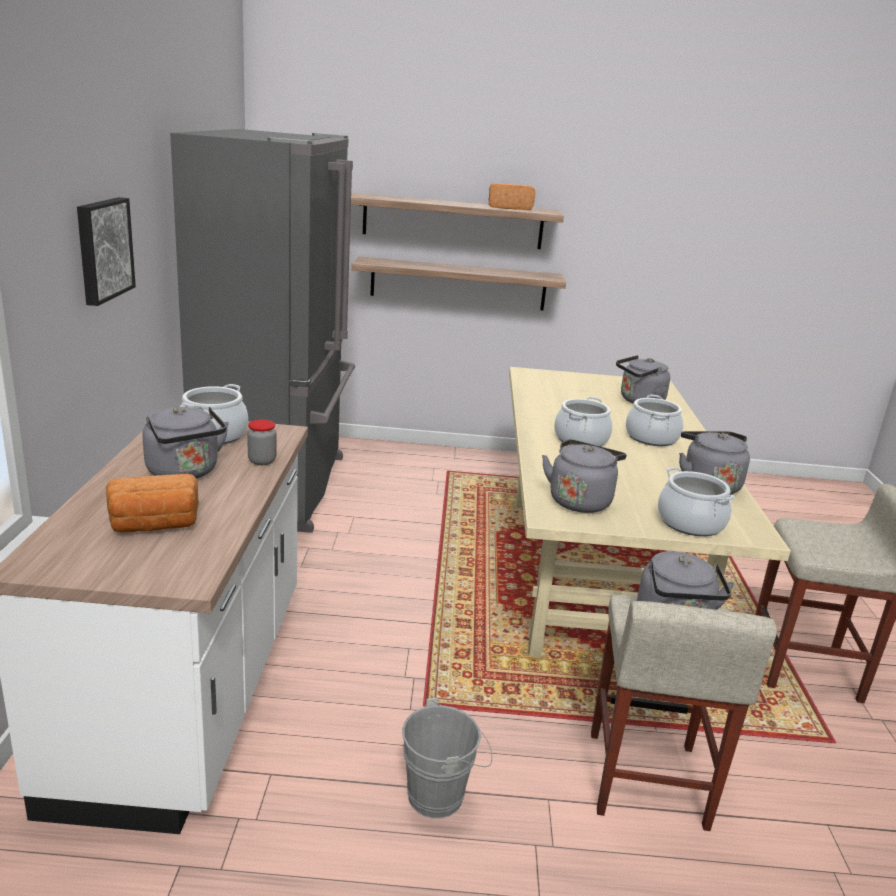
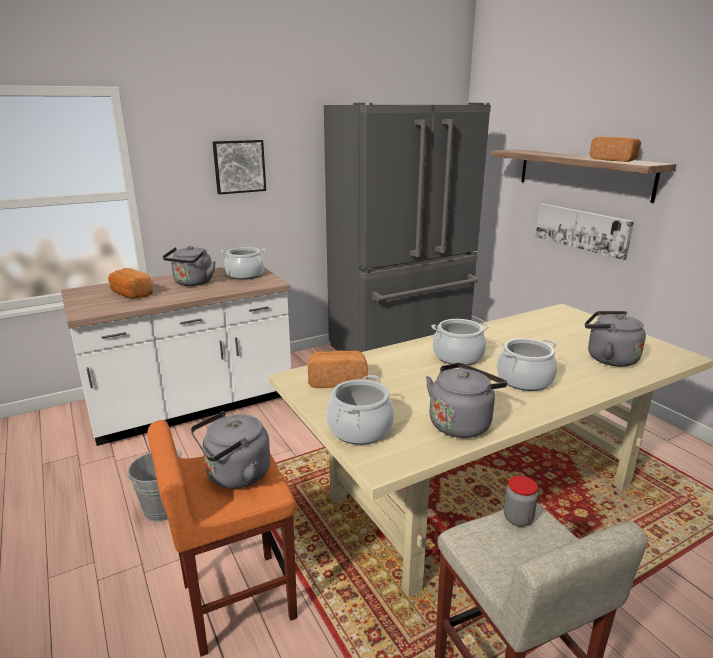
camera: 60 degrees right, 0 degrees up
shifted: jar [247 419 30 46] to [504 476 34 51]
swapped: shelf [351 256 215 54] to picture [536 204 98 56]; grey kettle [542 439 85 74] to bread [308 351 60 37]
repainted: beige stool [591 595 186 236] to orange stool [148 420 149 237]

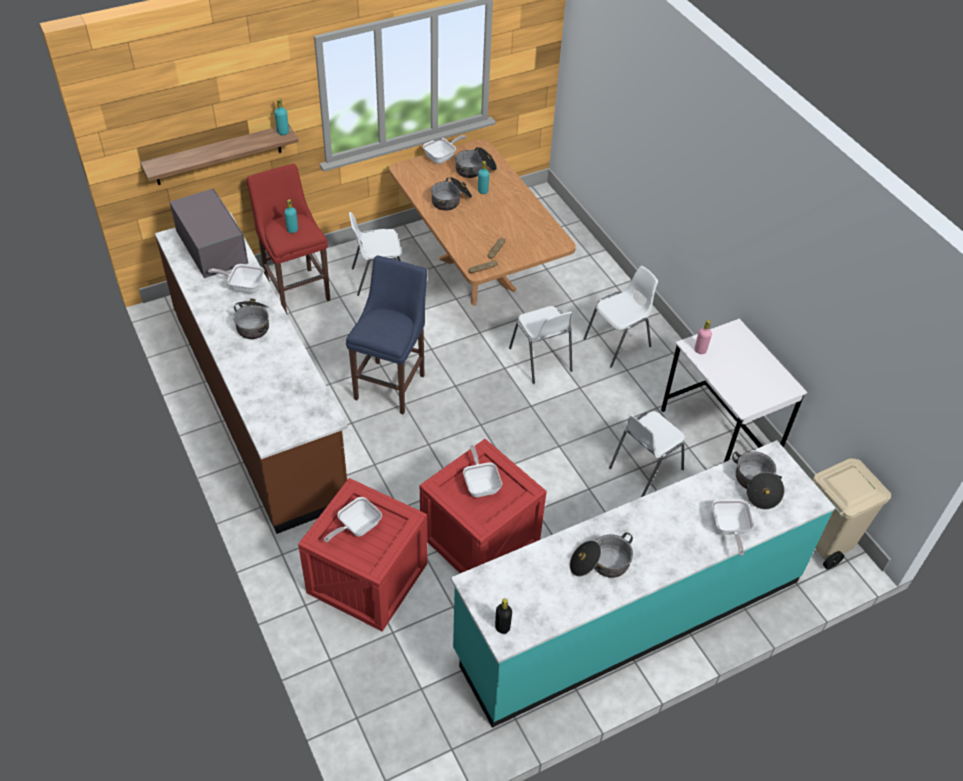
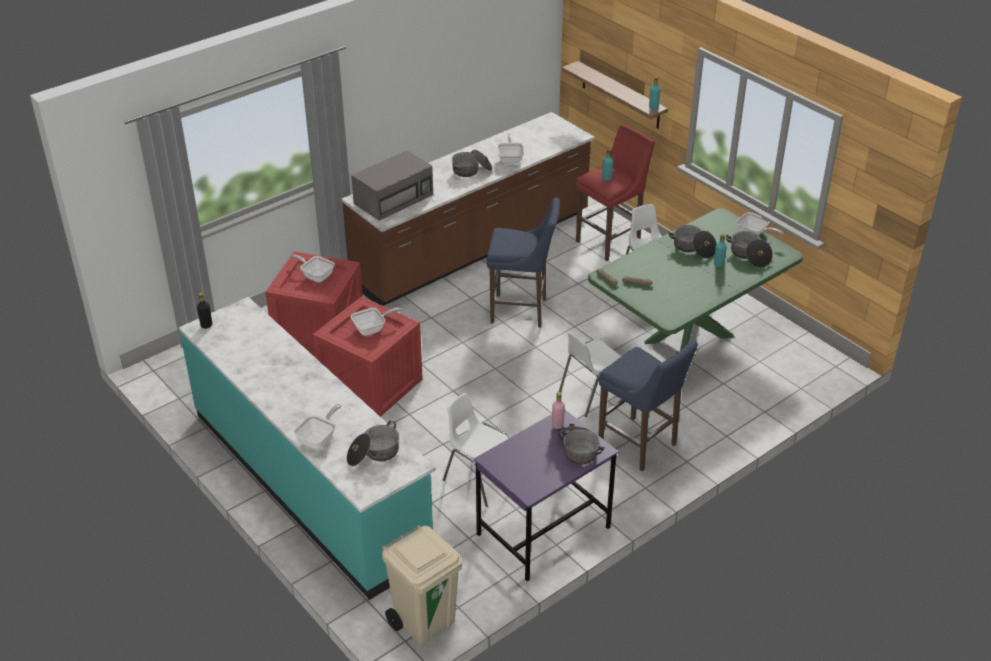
camera: 80 degrees right, 10 degrees down
shifted: grey microwave [170 189 78 89] to [351 151 82 70]; cooking pot [570 533 63 45] to [555 424 50 41]
swapped: white chair [584 266 74 102] to blue stool [598 340 100 131]
repainted: brown dining table [389 139 187 167] to green dining table [588 208 215 143]; white desk [661 319 147 143] to purple desk [474 410 145 171]
rotated: frying pan [712 499 42 57] = [293 404 48 45] 135 degrees clockwise

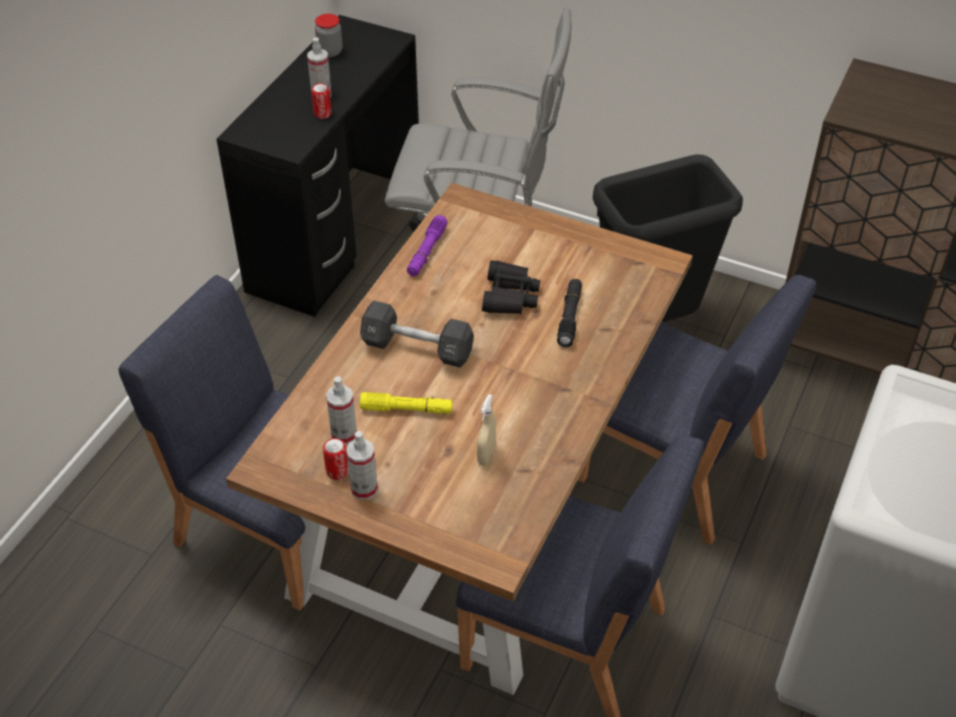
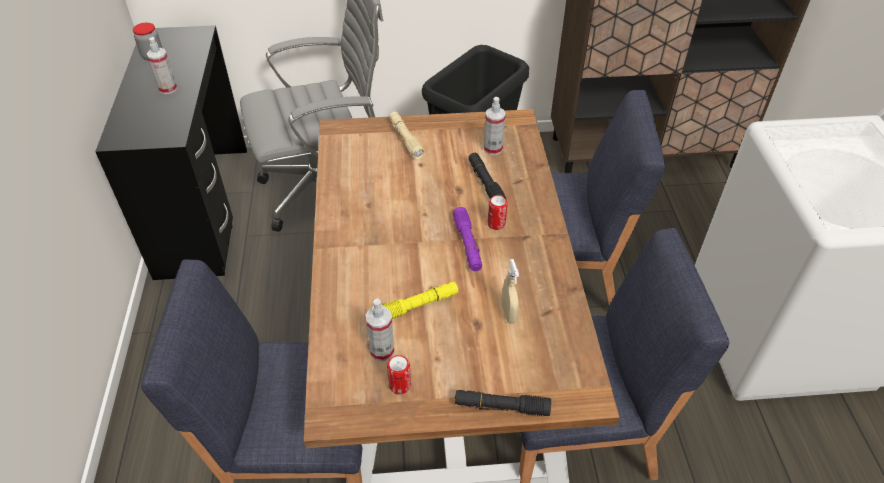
camera: 30 degrees left, 0 degrees up
gone: black dumbbell [360 301 114 67]; black binoculars [482 260 58 54]
new: beige flashlight [389 112 35 47]; black flashlight [455 390 96 26]
shifted: can [311 83 20 36] to [488 195 19 35]; spray bottle [346 431 32 69] to [484 97 22 58]; purple flashlight [407 215 41 61] to [453 207 29 64]

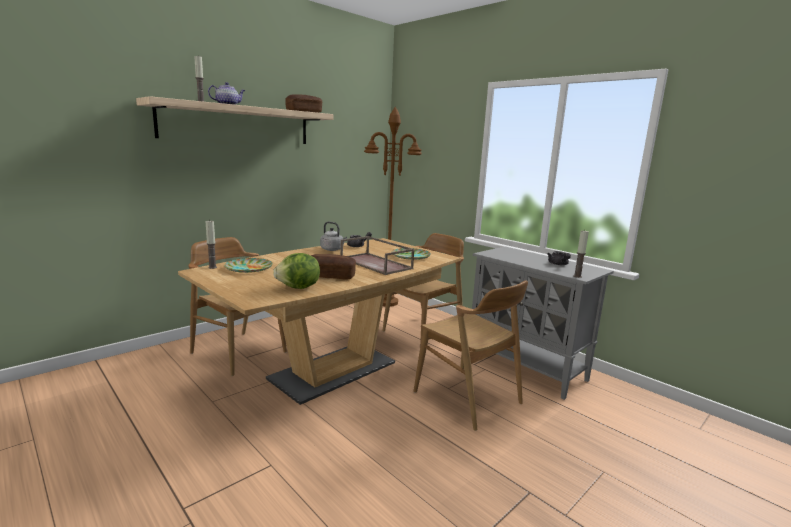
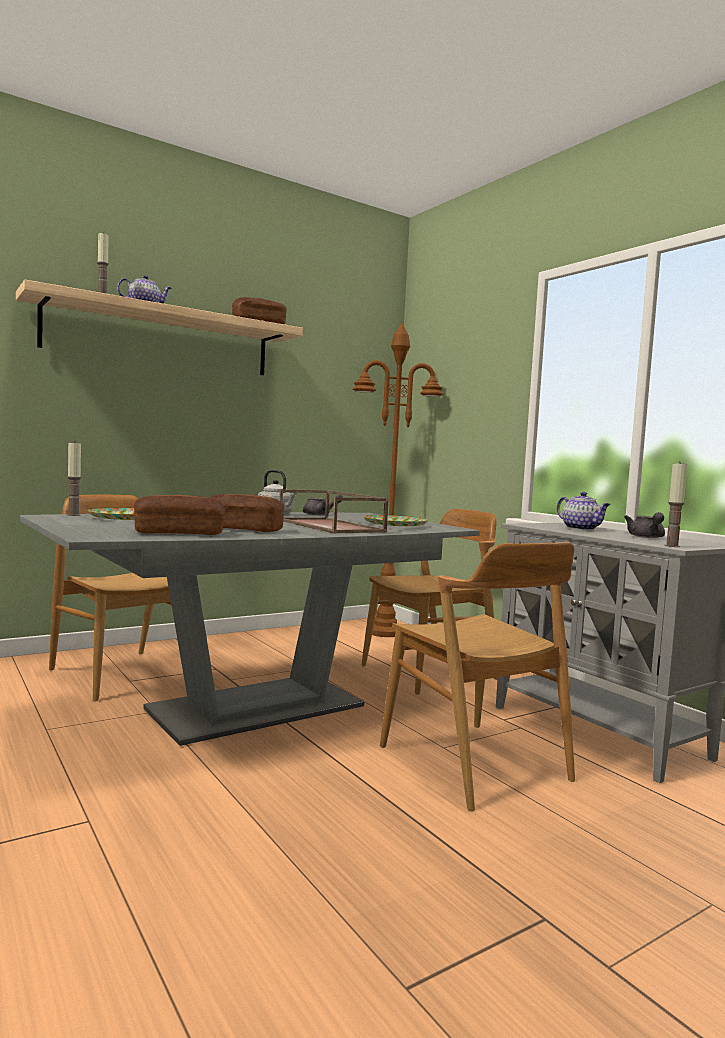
camera: 10 degrees right, 10 degrees down
new: teapot [557 492 54 38]
swapped: lettuce [273 253 47 36] to bread [134 495 92 40]
repainted: brown dining table [178 238 283 167] to grey dining table [20 512 460 234]

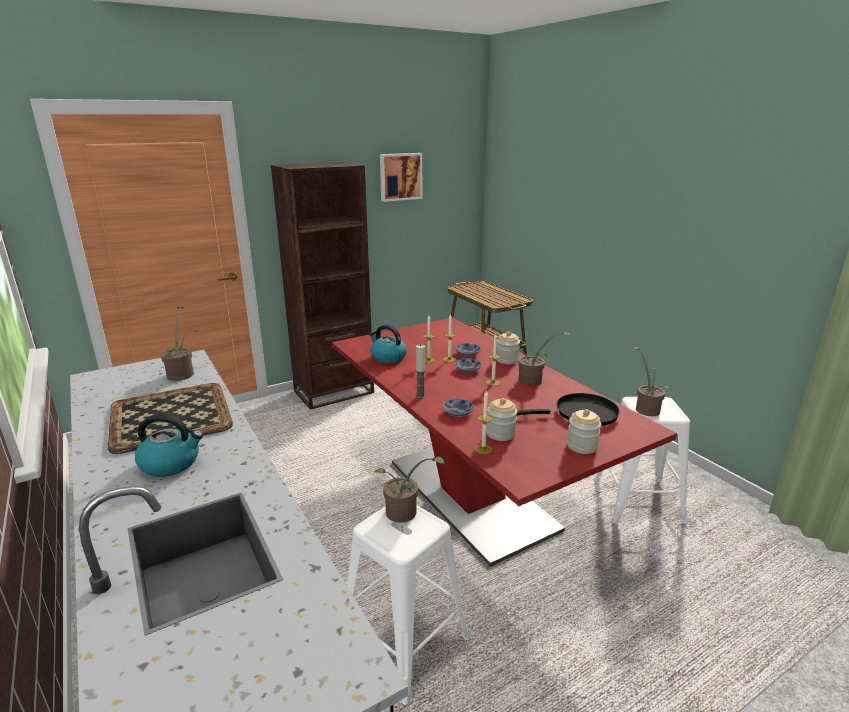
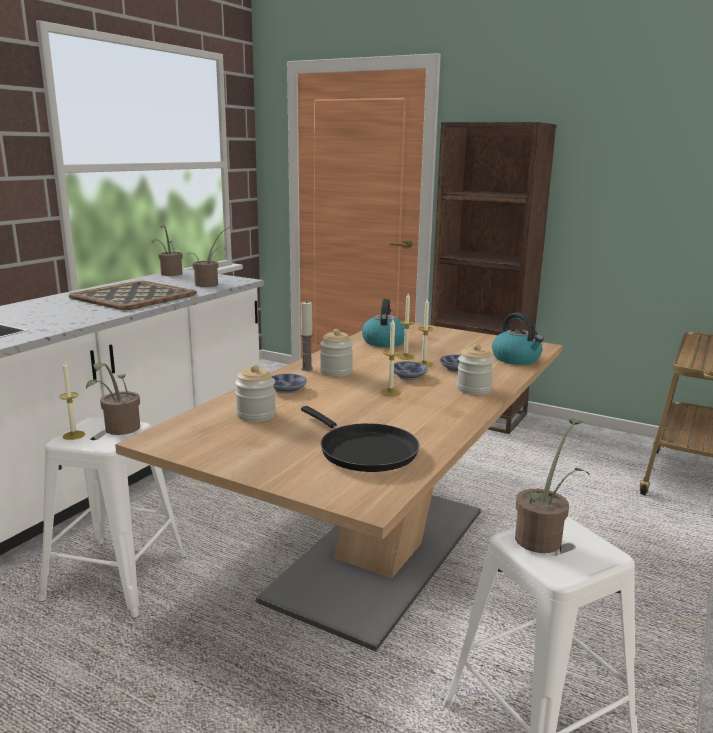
camera: 60 degrees right, 5 degrees down
gone: picture [380 153 42 49]
shifted: kettle [135 414 68 63] to [492 312 52 53]; candle [475 391 18 63] to [59 362 26 78]; potted plant [512 332 60 54] to [152 225 31 51]; jar [567 409 34 45] to [320 329 33 48]
repainted: red dining table [332 318 345 249] to beige dining table [115 323 447 329]

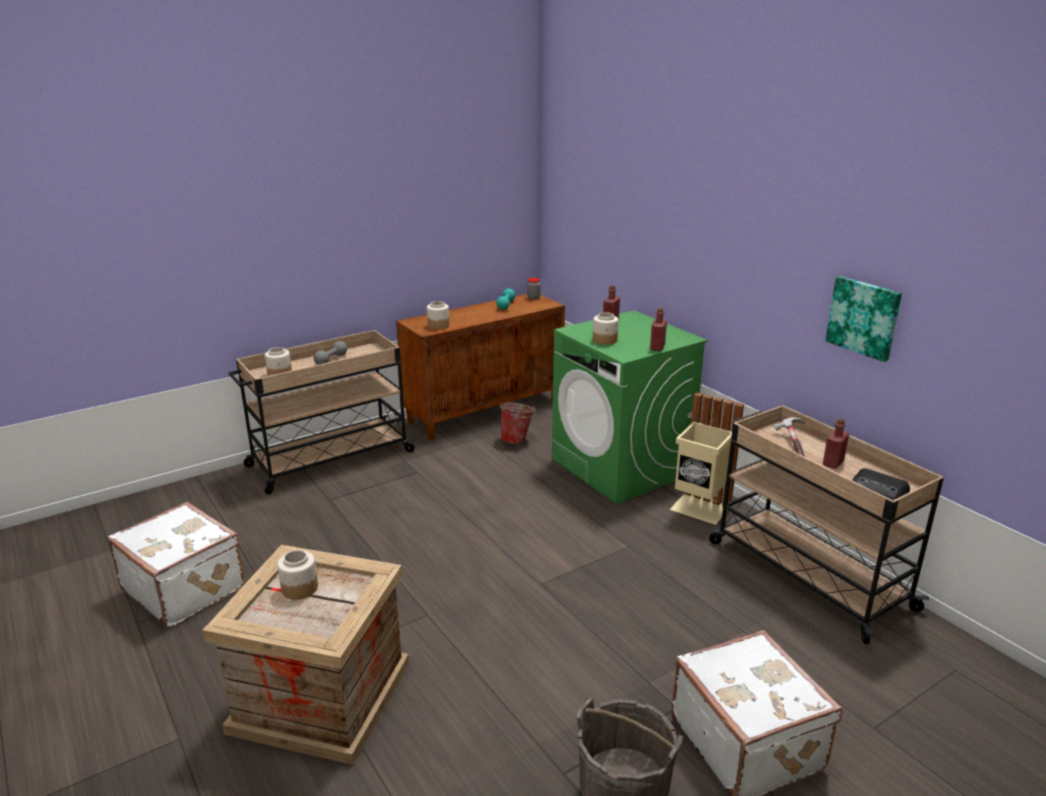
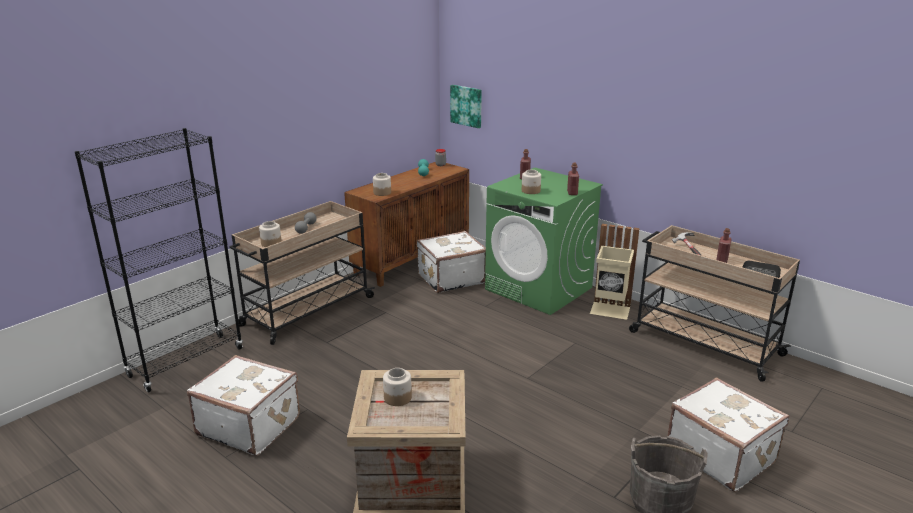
camera: 15 degrees left, 0 degrees up
new: black bookcase [75 128 168 264]
shifted: picture [825 276 77 86] to [450 85 32 43]
swapped: bucket [500 403 36 41] to white suitcase [417 231 69 62]

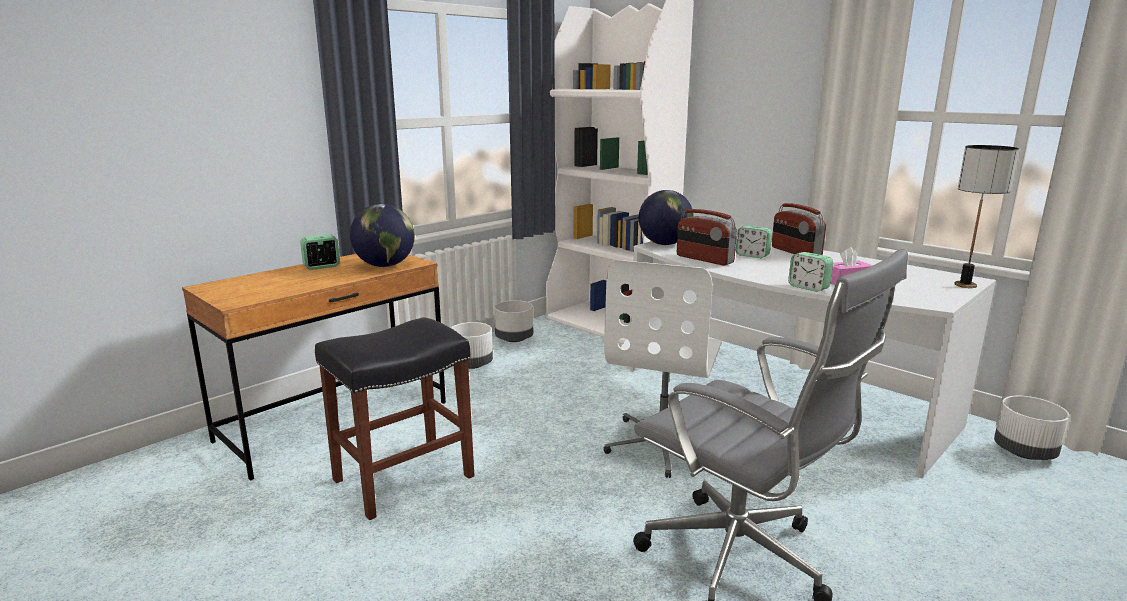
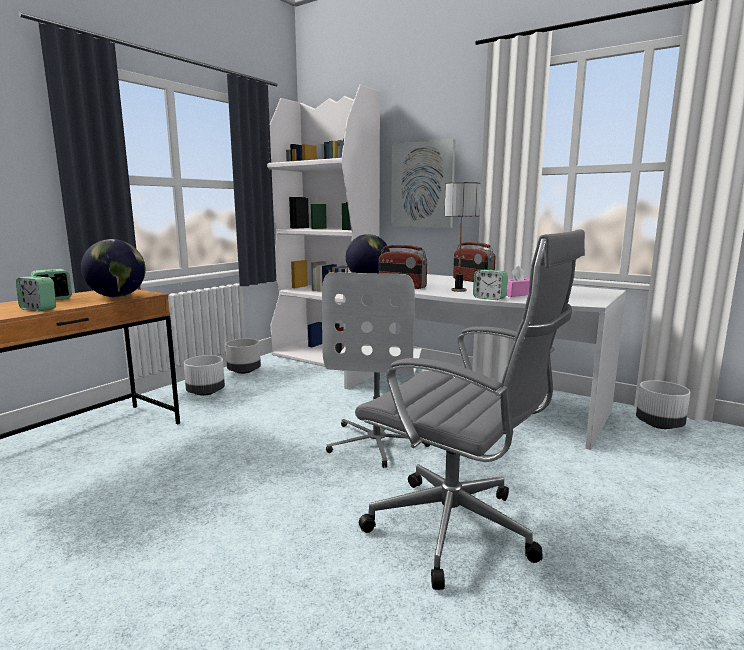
camera: 10 degrees left, 5 degrees down
gone: black stool [315 317 160 203]
new: picture [391 139 65 89]
shifted: alarm clock [736 226 36 32] to [16 276 40 35]; table lamp [954 145 65 143] to [444 182 37 110]

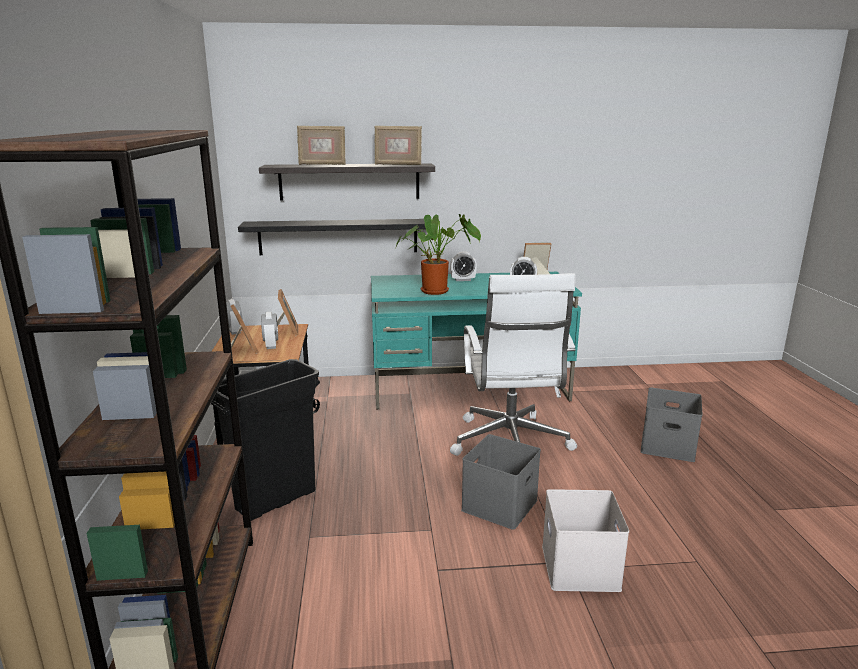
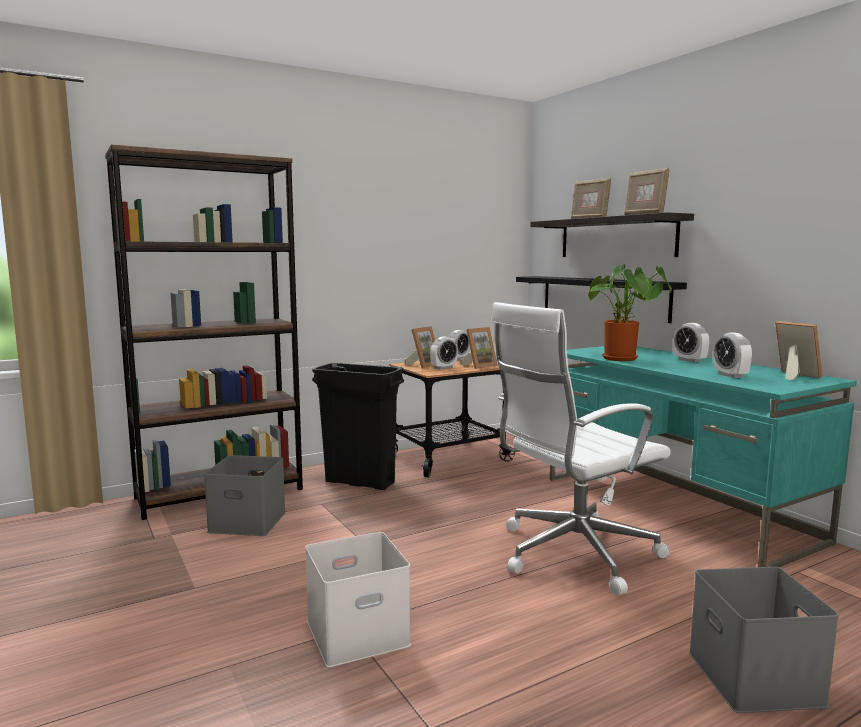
camera: 65 degrees right, 10 degrees down
shifted: grey storage box [461 434 80 96] to [204 455 82 81]

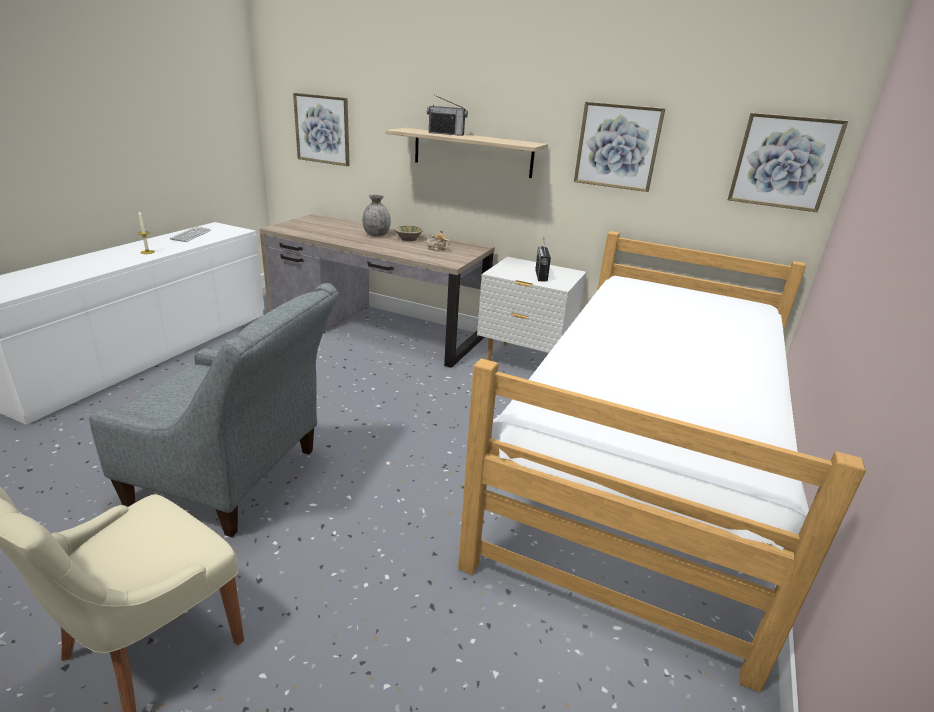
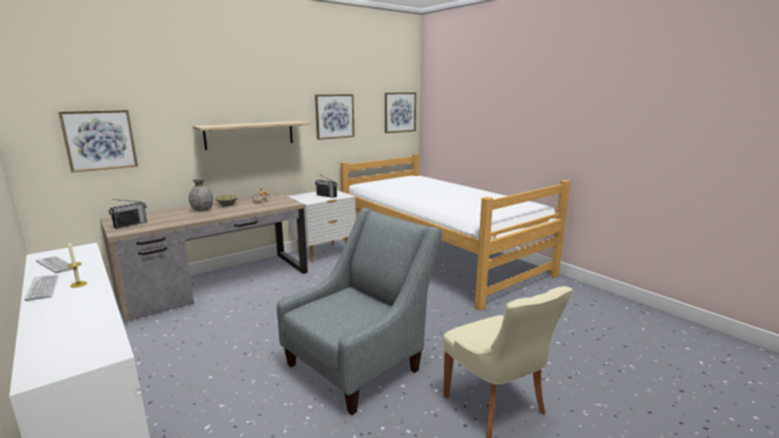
camera: 60 degrees left, 10 degrees down
new: keyboard [25 275 34 26]
shifted: radio [427 95 41 41] to [109 199 38 30]

